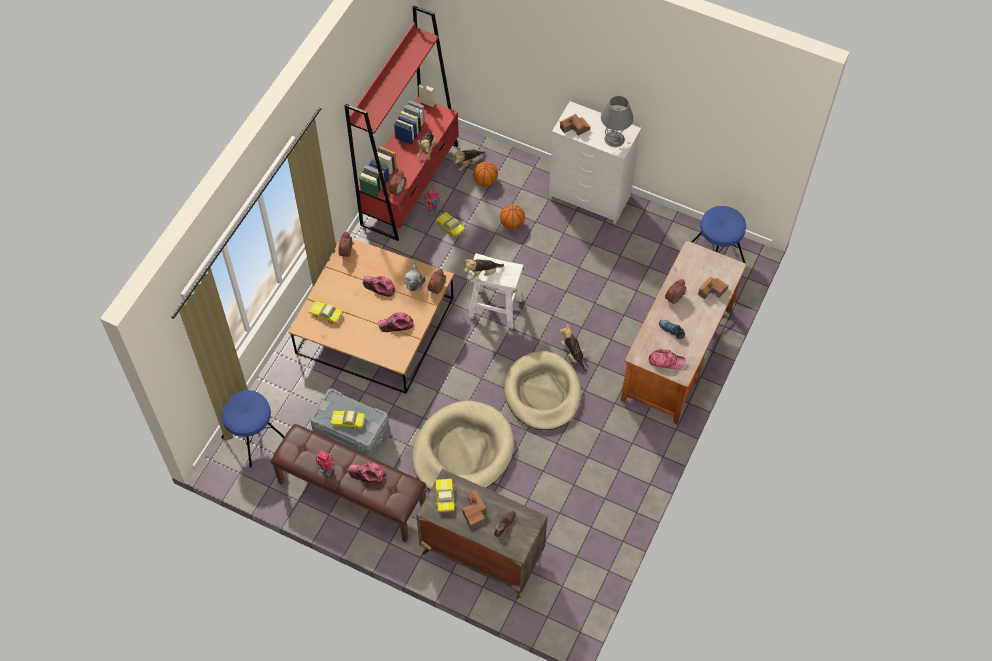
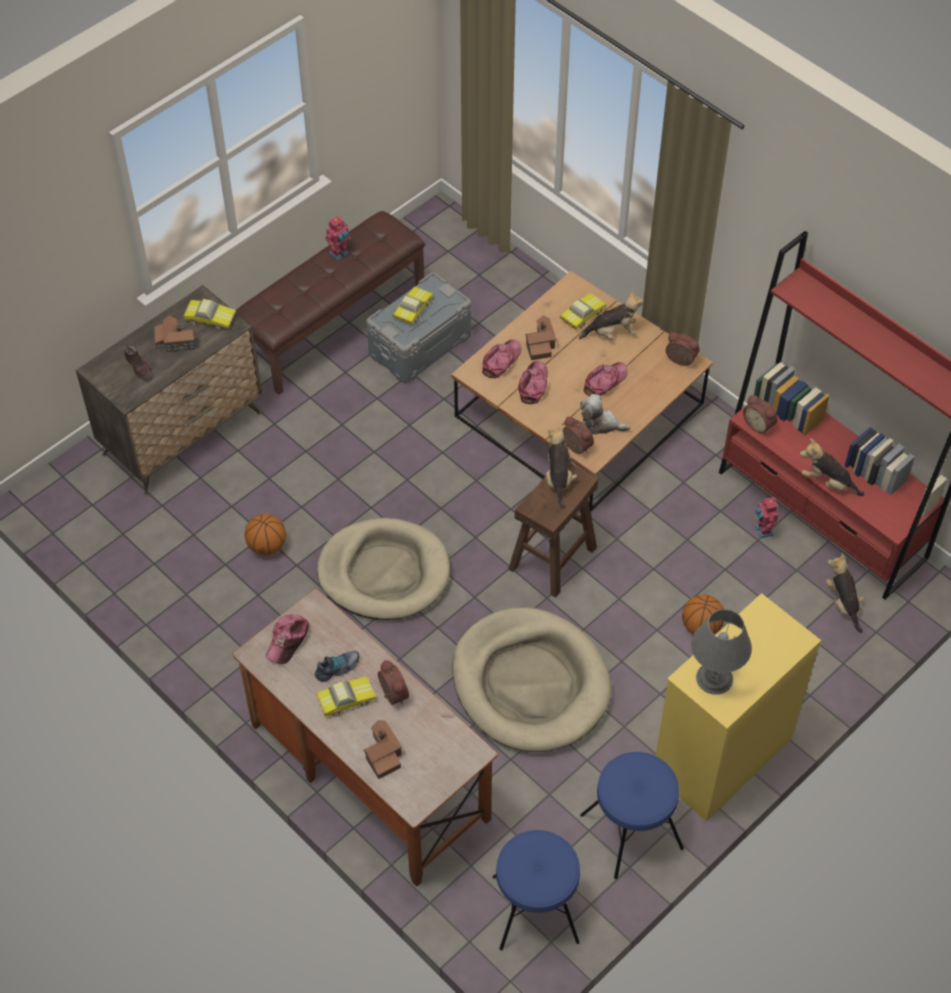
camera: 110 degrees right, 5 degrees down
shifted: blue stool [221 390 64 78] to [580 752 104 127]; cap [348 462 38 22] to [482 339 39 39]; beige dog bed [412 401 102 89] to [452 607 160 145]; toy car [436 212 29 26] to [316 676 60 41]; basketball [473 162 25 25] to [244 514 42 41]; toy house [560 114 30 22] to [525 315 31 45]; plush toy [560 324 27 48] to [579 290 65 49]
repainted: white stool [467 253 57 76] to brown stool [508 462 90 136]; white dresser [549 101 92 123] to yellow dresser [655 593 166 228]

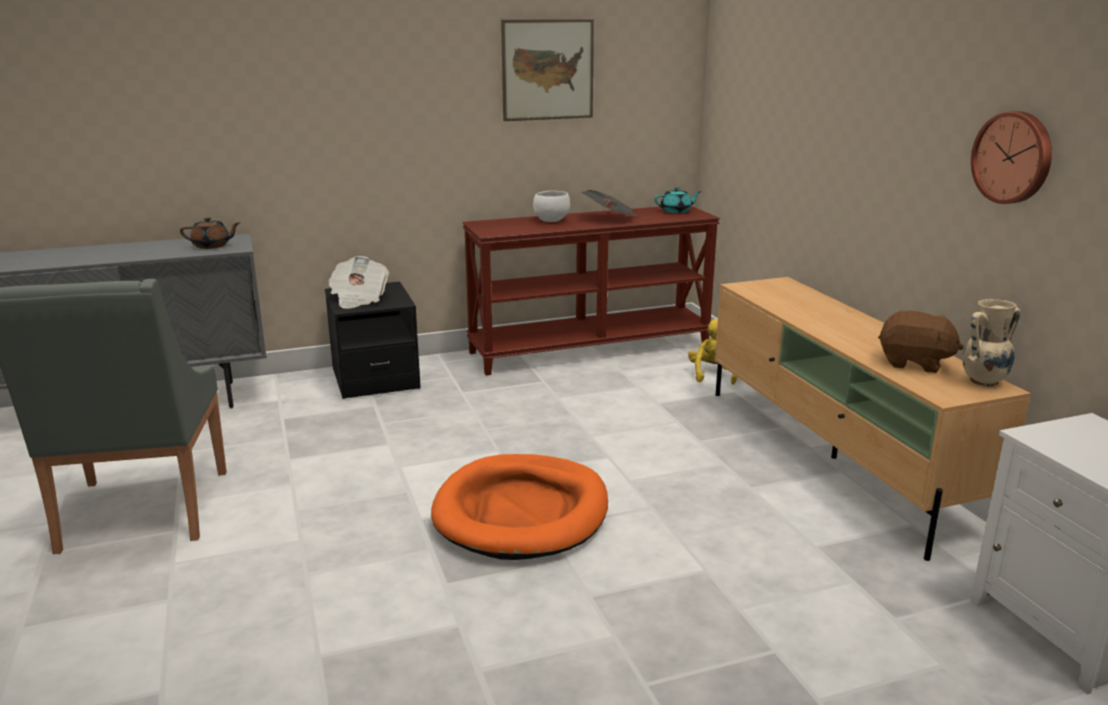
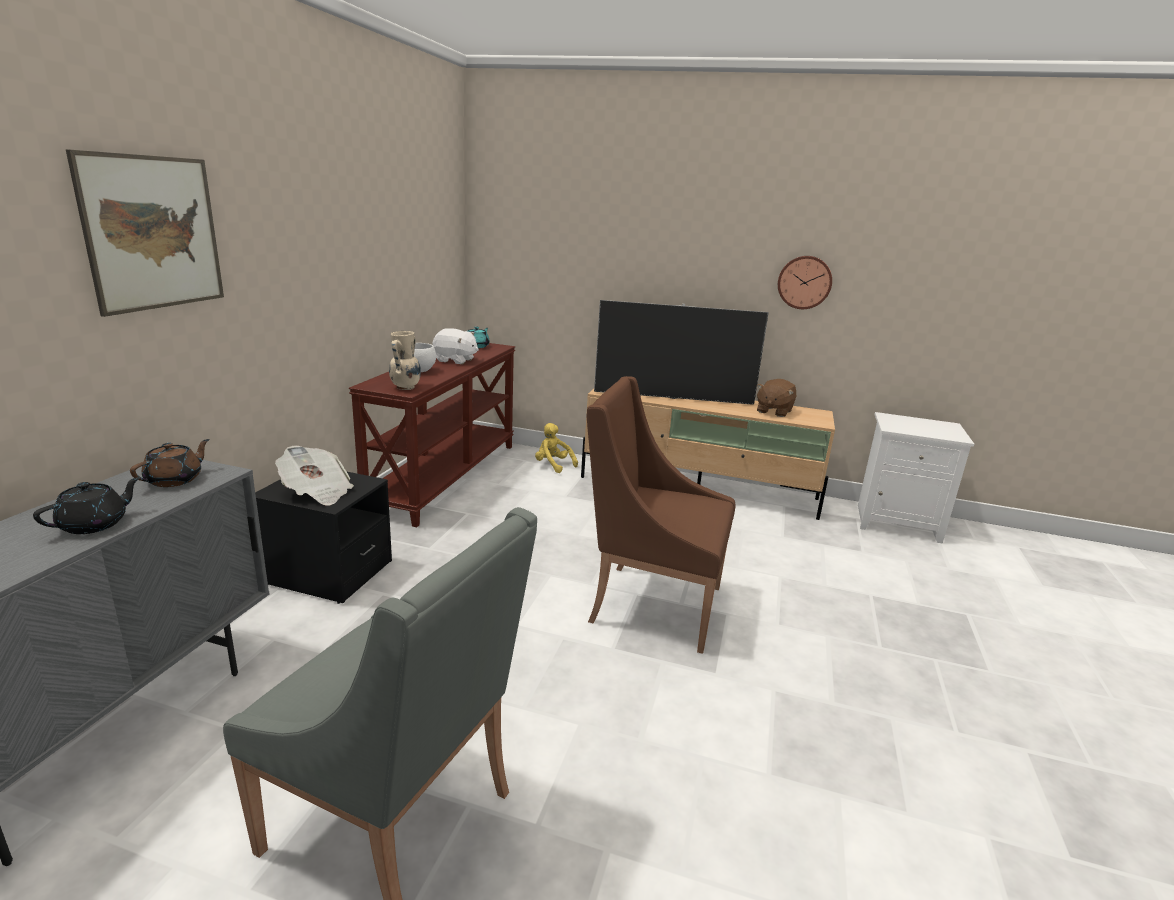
camera: 55 degrees left, 0 degrees up
new: black teapot [33 477 108 57]; television [594 300 175 105]
shifted: picture [501 19 93 102] to [66 149 158 168]; beige vase [963 299 57 88] to [389 331 32 59]
swapped: orange dog bed [431 454 177 106] to brown armchair [587 376 148 278]; newspaper [581 190 58 26] to white plush toy [432 328 47 37]
rotated: brown plush toy [878 311 86 62] = [757 379 39 38] 150 degrees clockwise

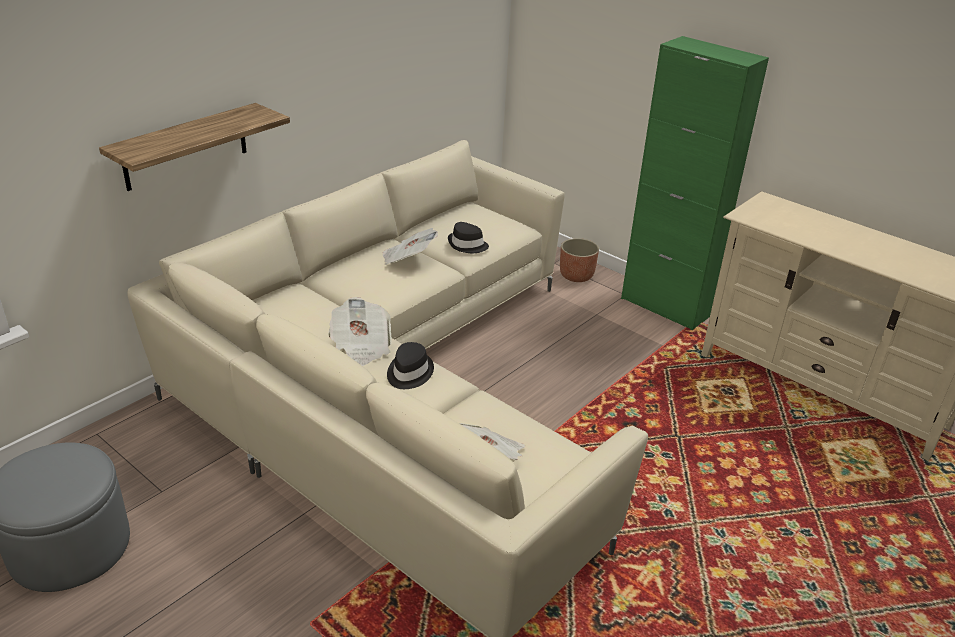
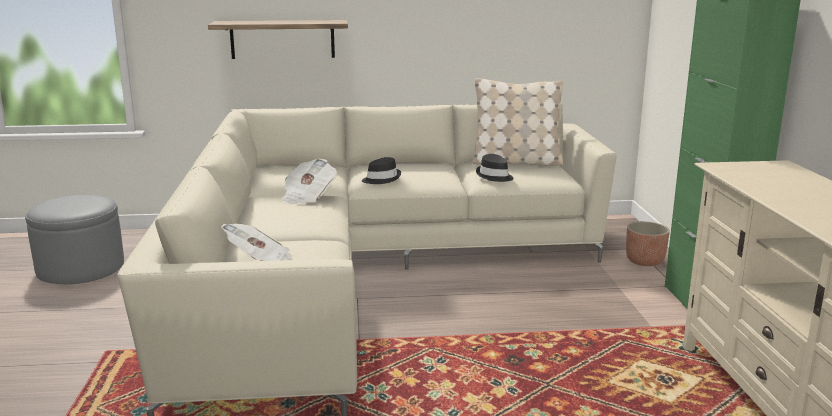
camera: 45 degrees right, 15 degrees down
gone: newspaper [383 228 55 37]
new: beige pillow [472 78 91 88]
shifted: black hat [387 342 47 47] to [362 157 39 27]

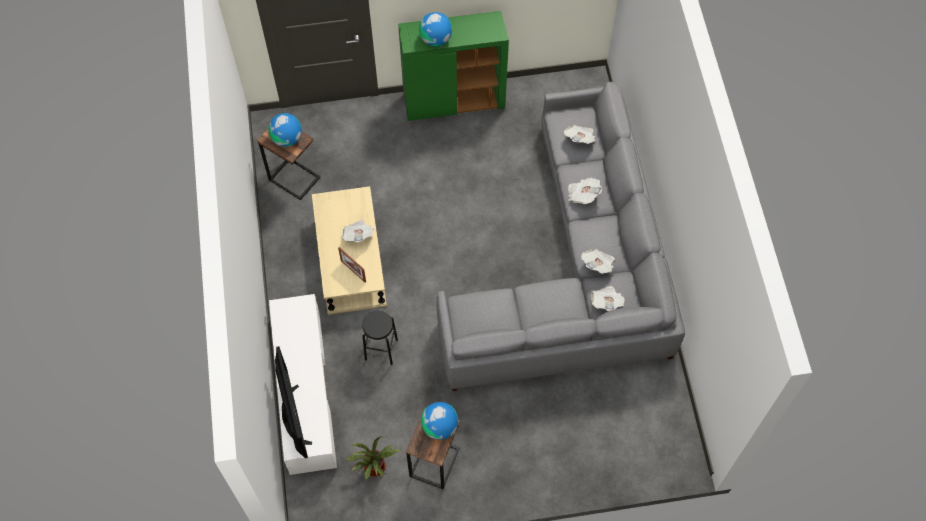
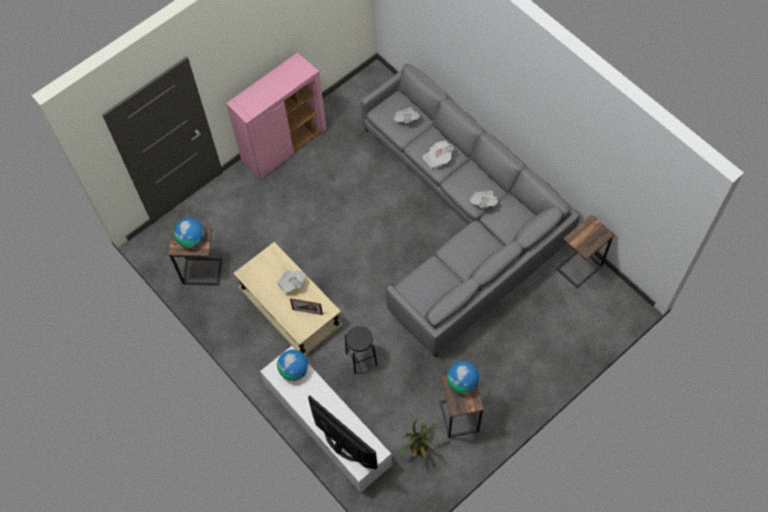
camera: 30 degrees left, 0 degrees up
gone: newspaper [591 286 34 25]
new: side table [556 214 59 74]
shifted: globe [419 12 33 34] to [277 350 31 31]
repainted: green cabinet [398 11 111 110] to pink cabinet [226 53 101 126]

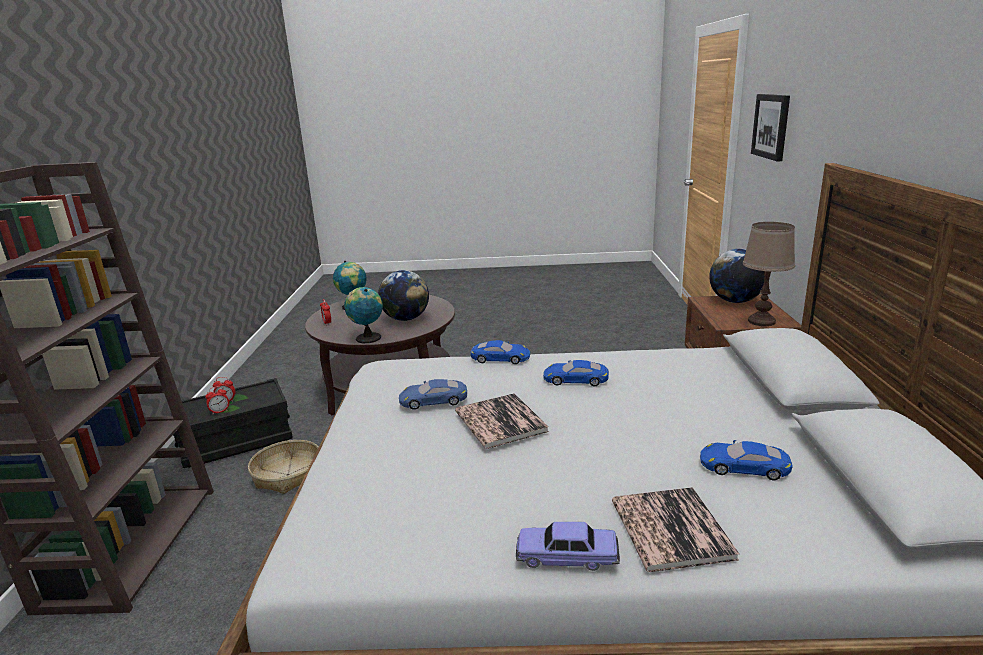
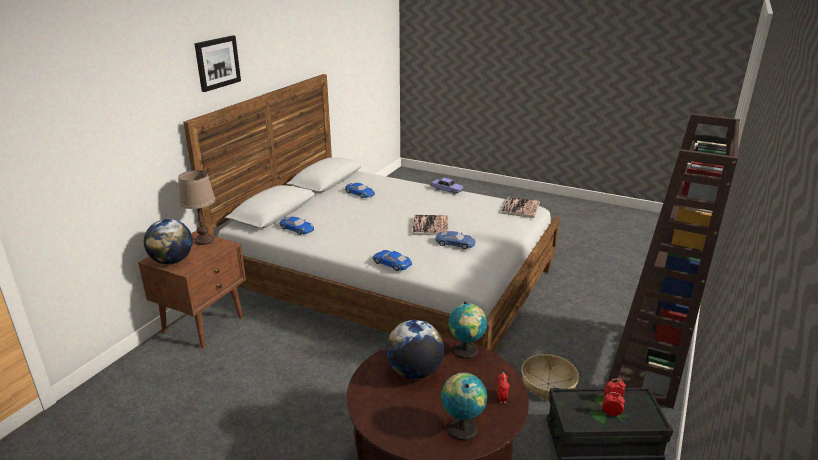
camera: 155 degrees left, 5 degrees up
shifted: blue toy car [543 360 66 27] to [280 217 34 18]; book [612 487 128 85] to [501 197 39 21]; picture [751 94 39 68] to [194 35 47 57]

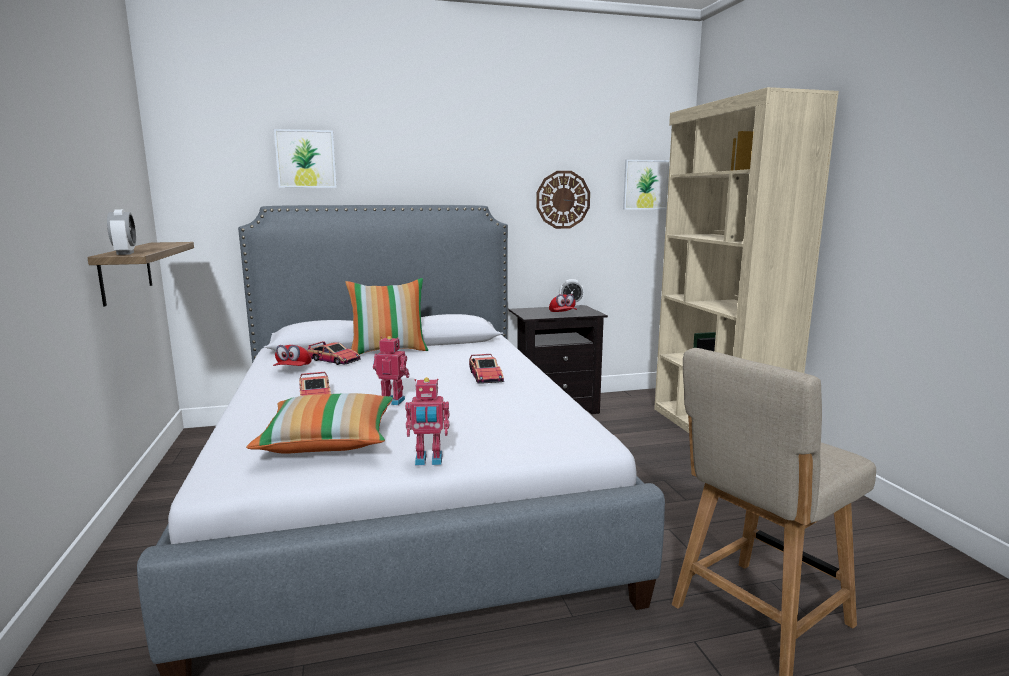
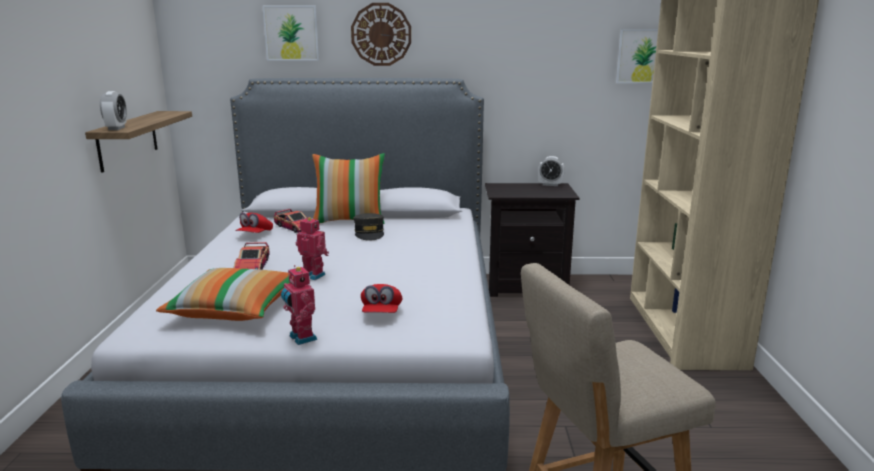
camera: 15 degrees right, 5 degrees up
gone: toy car [469 354 35 30]
new: grey cap [354 213 30 28]
shifted: wall clock [536 171 54 58] to [351 3 60 63]; red cap [549 294 28 18] to [361 284 41 29]
rotated: toy robot [405 377 45 88] = [281 265 36 80] 45 degrees clockwise

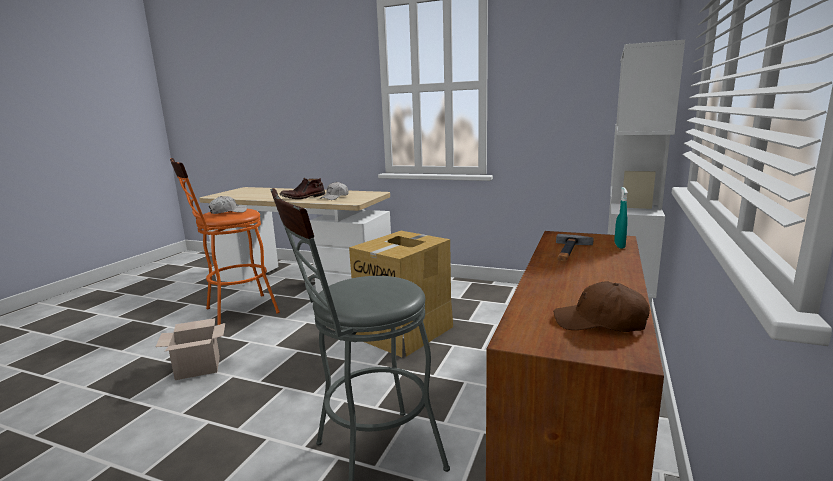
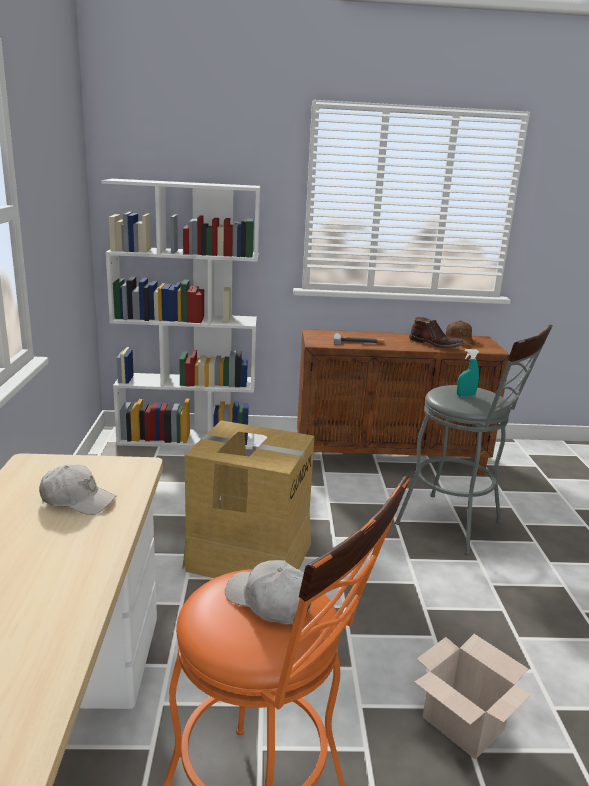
camera: 115 degrees left, 5 degrees up
shifted: brown boot [280 178 45 21] to [409 317 55 31]; turquoise spray bottle [614 187 14 61] to [457 349 22 48]

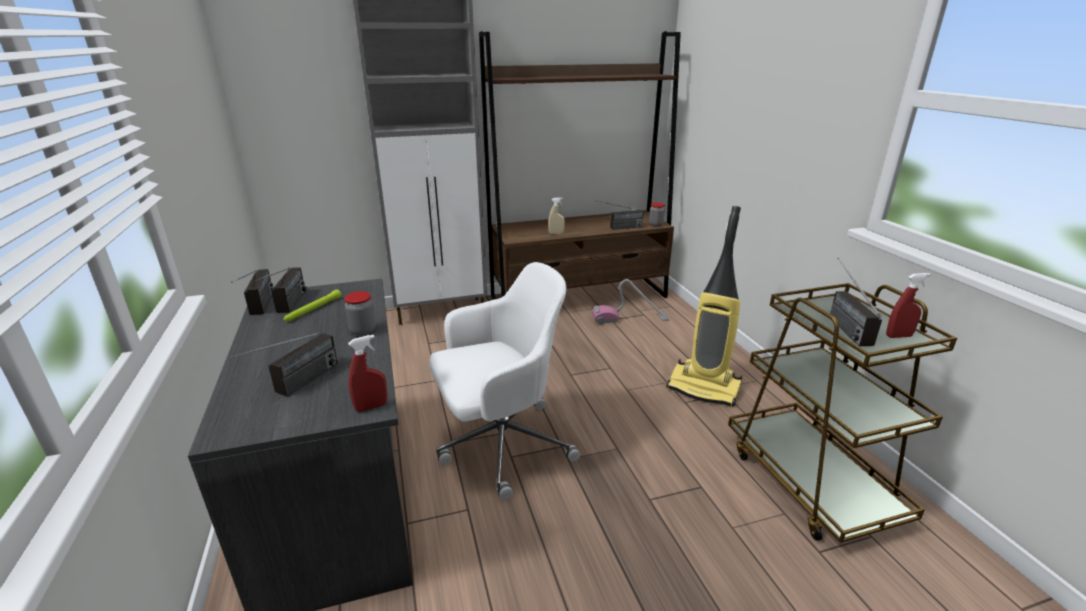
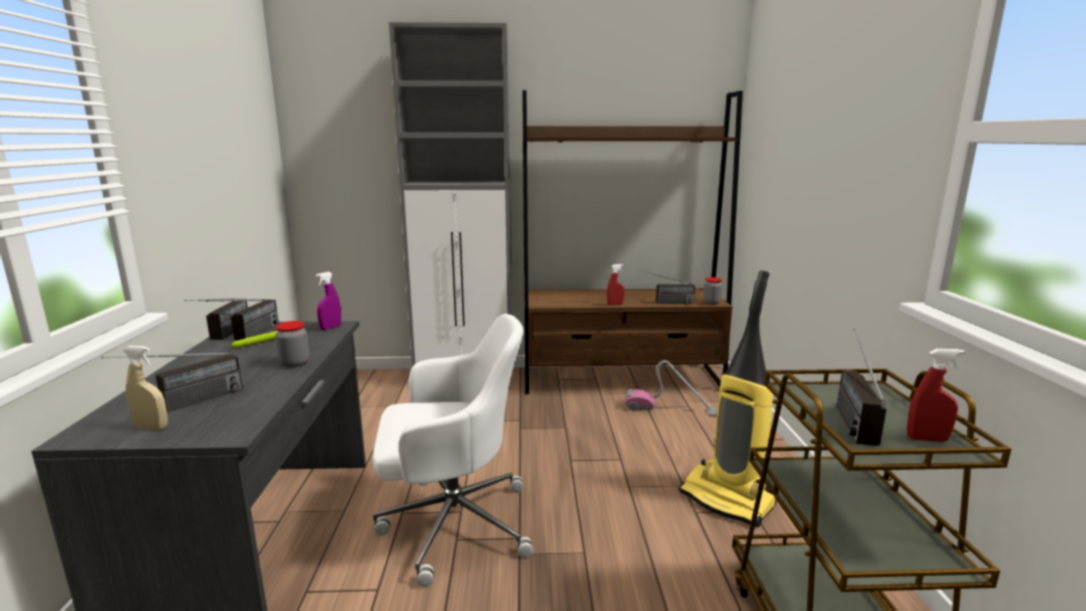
camera: 15 degrees right, 10 degrees down
new: purple spray bottle [316 272 25 58]
shifted: red spray bottle [348 335 39 77] to [607 264 18 41]; beige spray bottle [548 197 17 37] to [123 346 45 84]

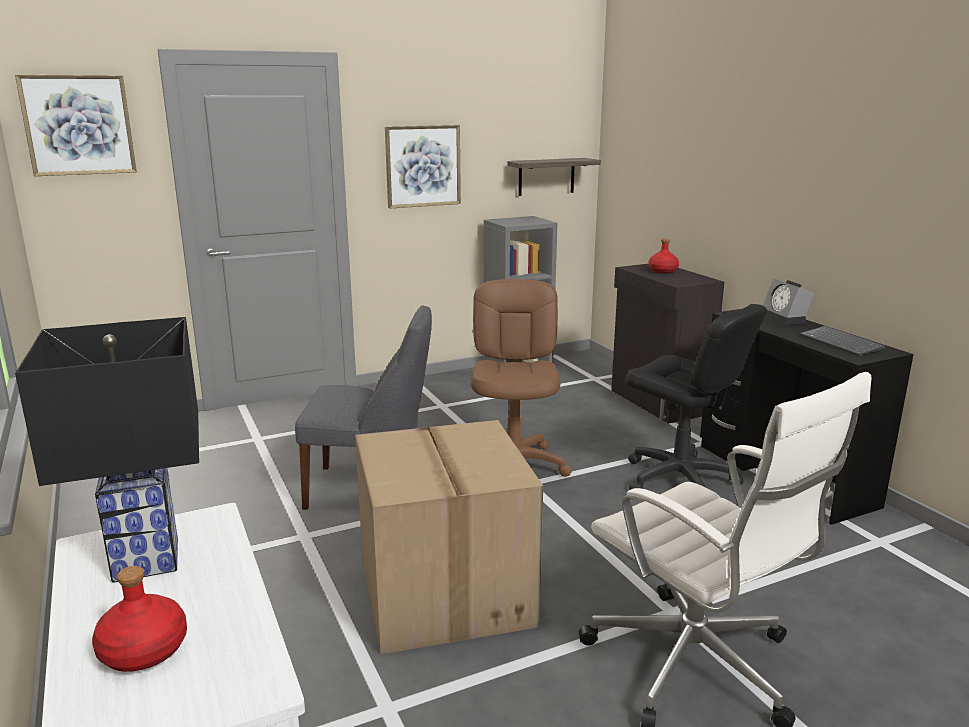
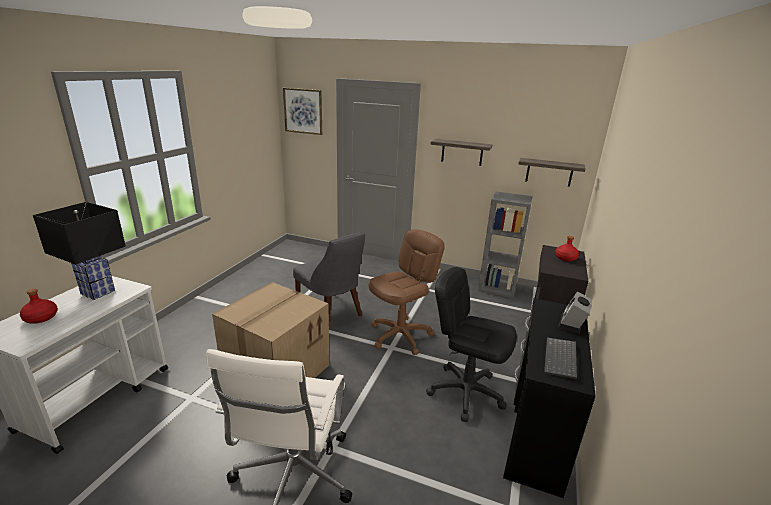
camera: 45 degrees right, 5 degrees up
swapped: picture [385 125 76 84] to shelf [431 139 62 27]
rotated: black office chair [625 304 142 186] = [426 267 91 155] 120 degrees clockwise

